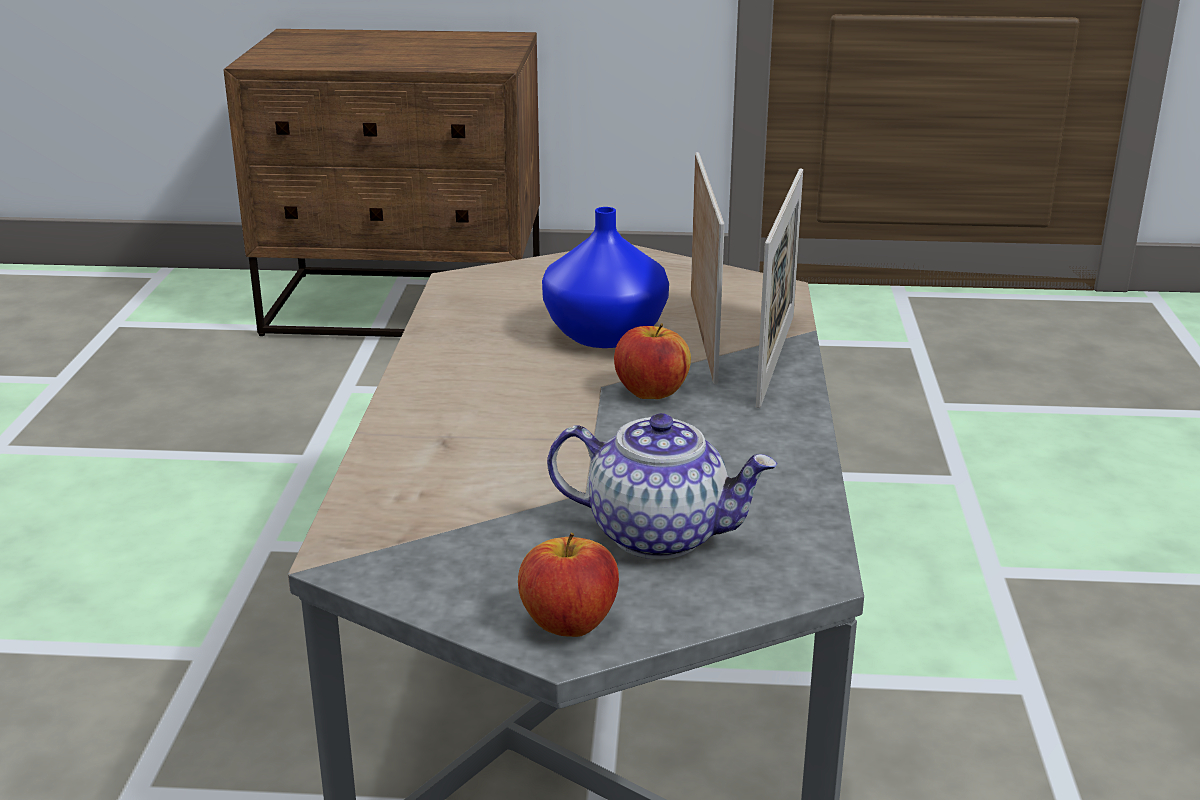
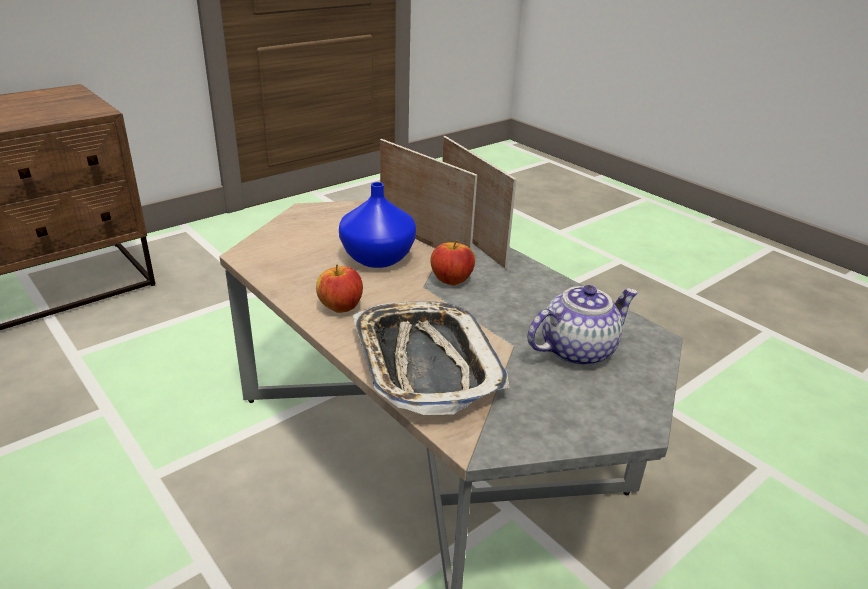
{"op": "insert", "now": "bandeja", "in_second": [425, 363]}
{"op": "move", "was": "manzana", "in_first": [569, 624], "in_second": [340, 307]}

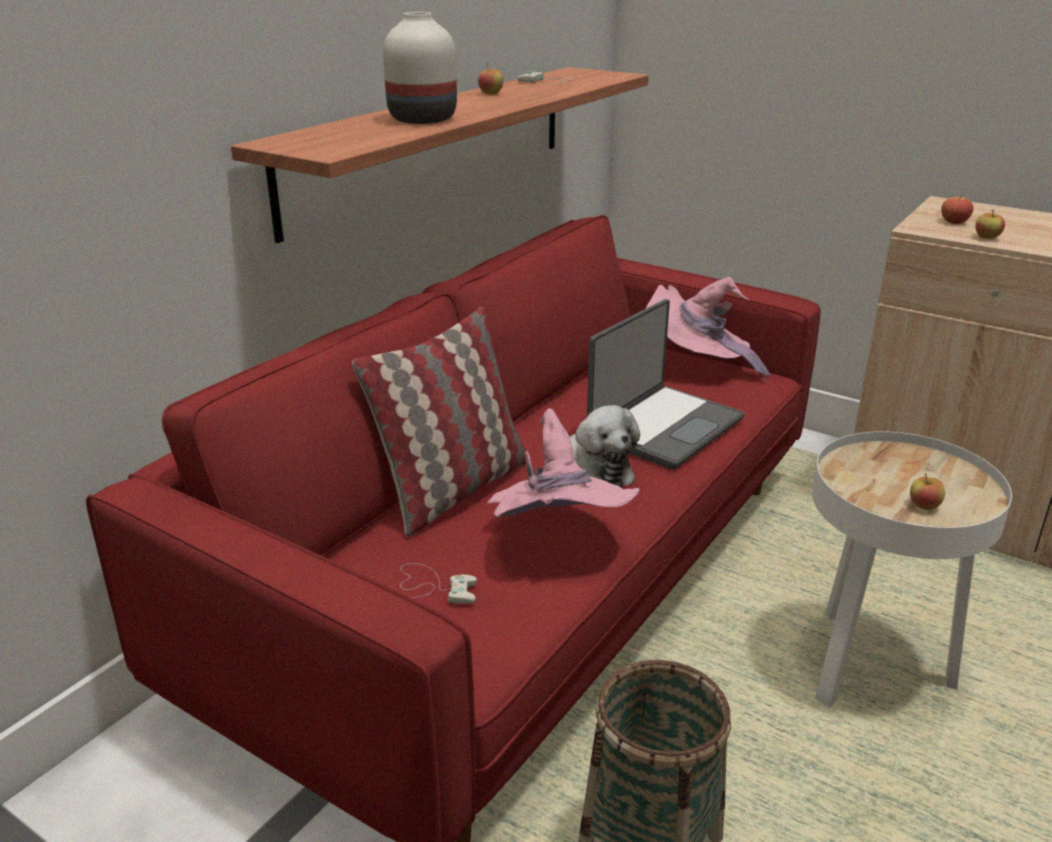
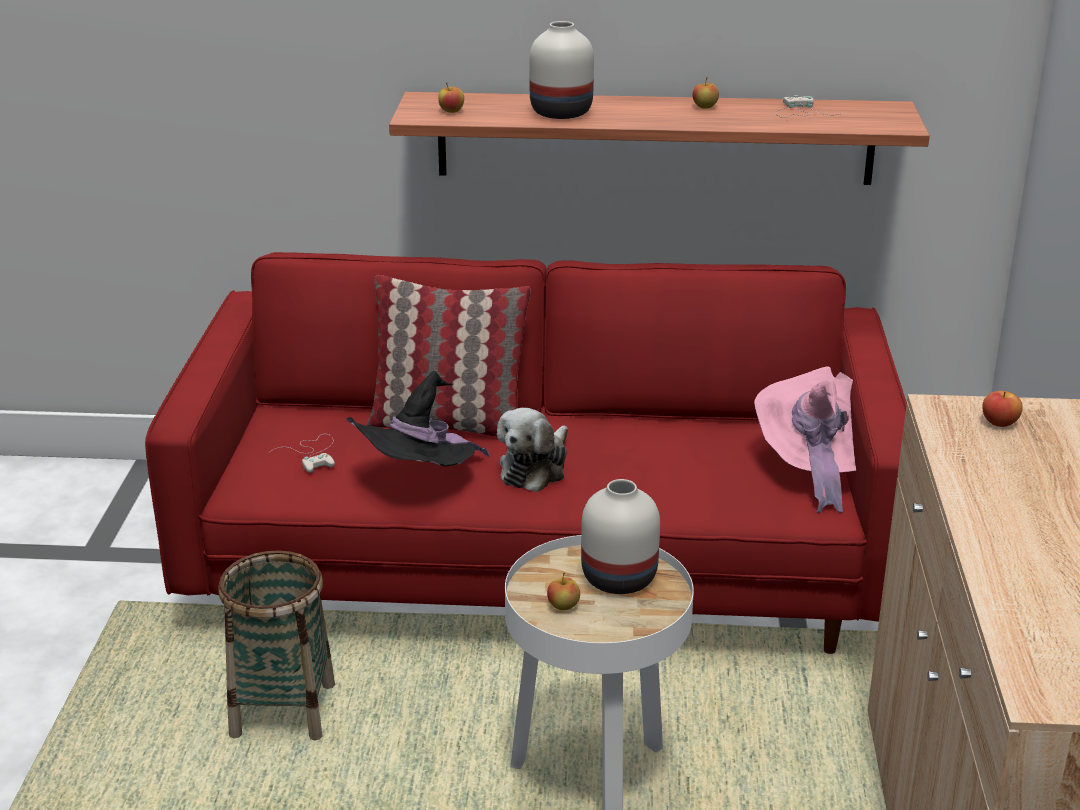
{"op": "delete", "was": "portátil", "in_first": [663, 427]}
{"op": "insert", "now": "florero/blanco", "in_second": [617, 579]}
{"op": "move", "was": "manzana", "in_first": [987, 238], "in_second": [451, 111]}
{"op": "recolor", "was": "sombrero/rosa", "now": "sombrero/negro", "in_first": [557, 538], "in_second": [418, 481]}

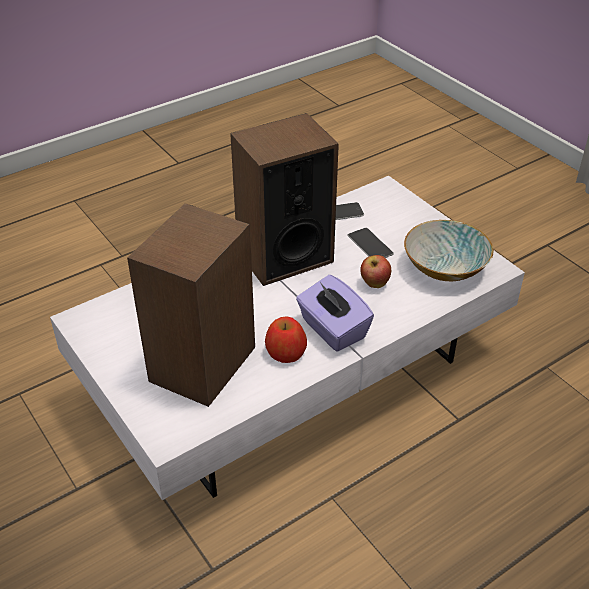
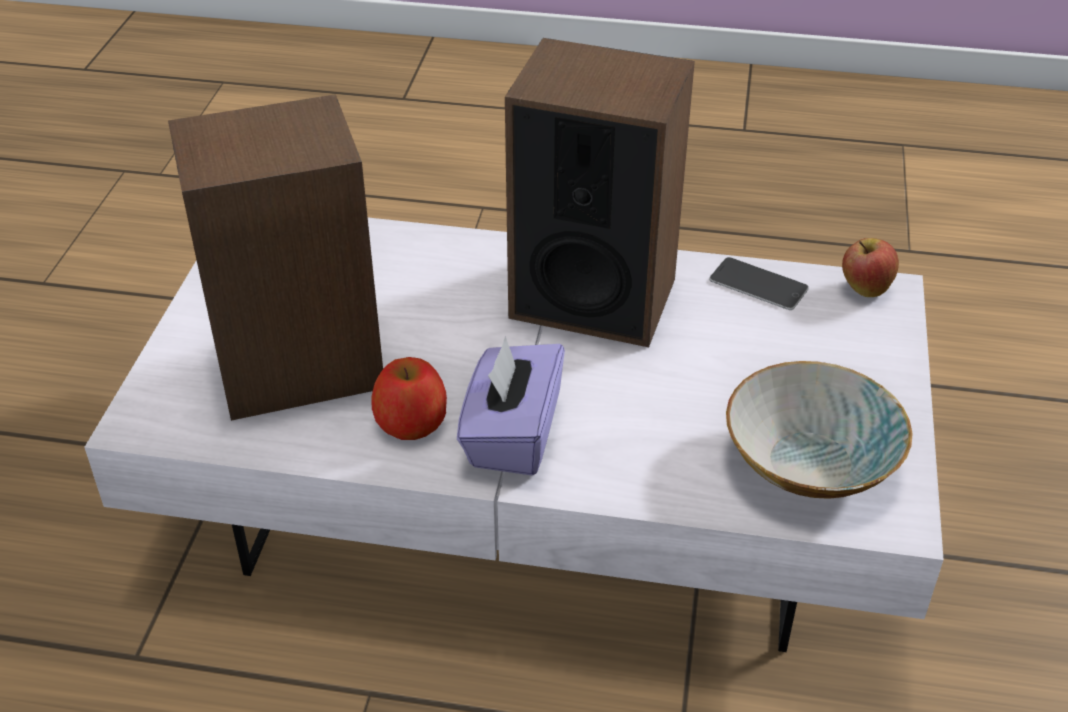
{"op": "delete", "was": "móvil", "in_first": [370, 244]}
{"op": "move", "was": "manzana", "in_first": [374, 284], "in_second": [865, 289]}

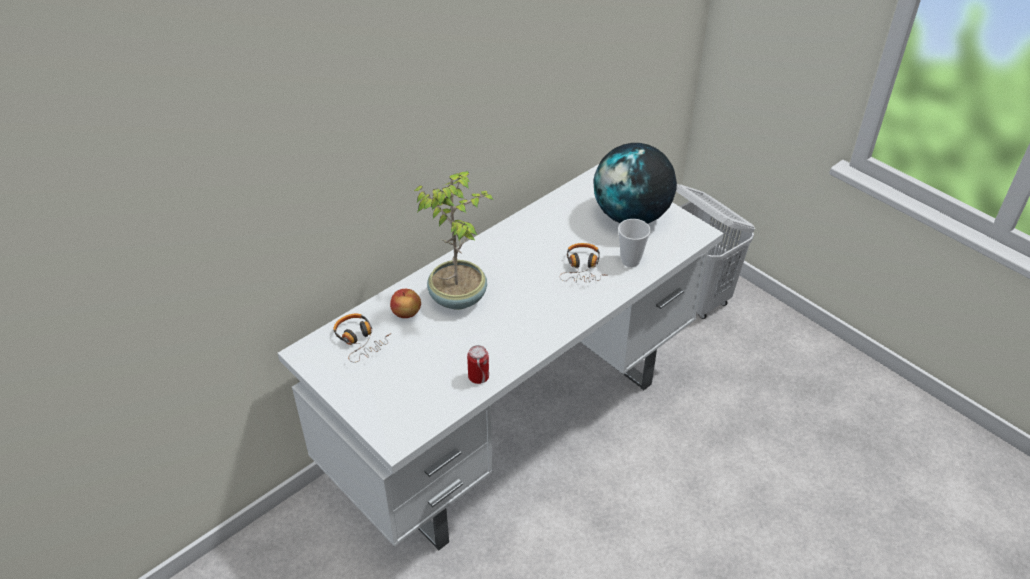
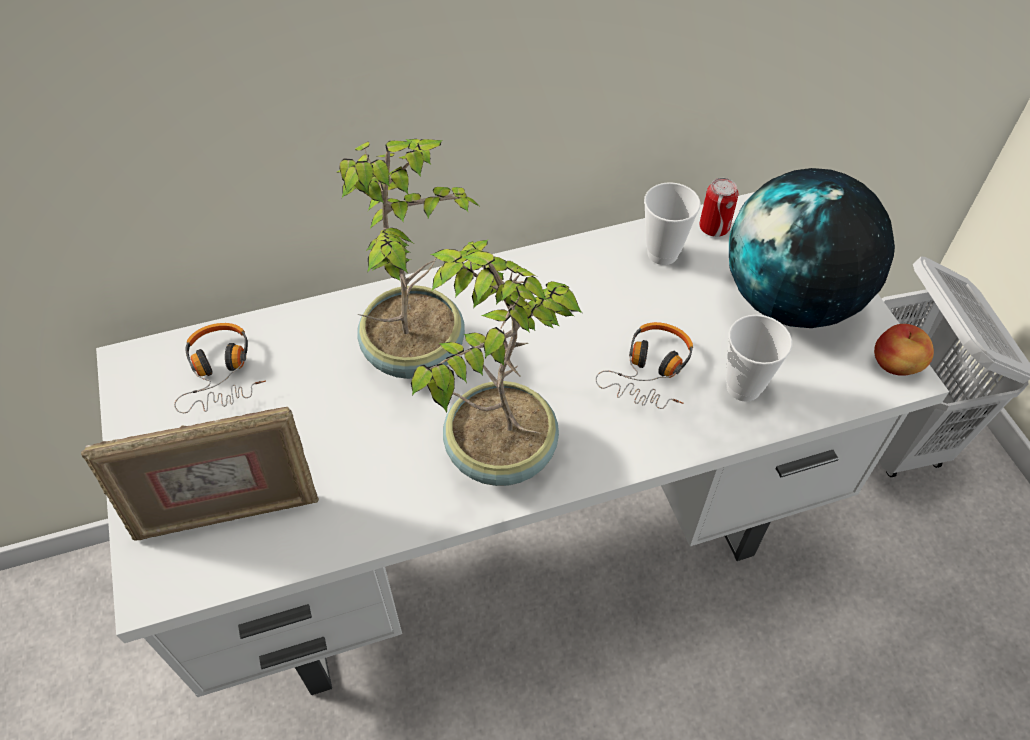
{"op": "insert", "now": "portarretratos", "in_second": [227, 512]}
{"op": "insert", "now": "planta en maceta", "in_second": [498, 451]}
{"op": "insert", "now": "taza", "in_second": [662, 253]}
{"op": "move", "was": "manzana", "in_first": [406, 313], "in_second": [896, 365]}
{"op": "move", "was": "lata", "in_first": [478, 377], "in_second": [714, 228]}

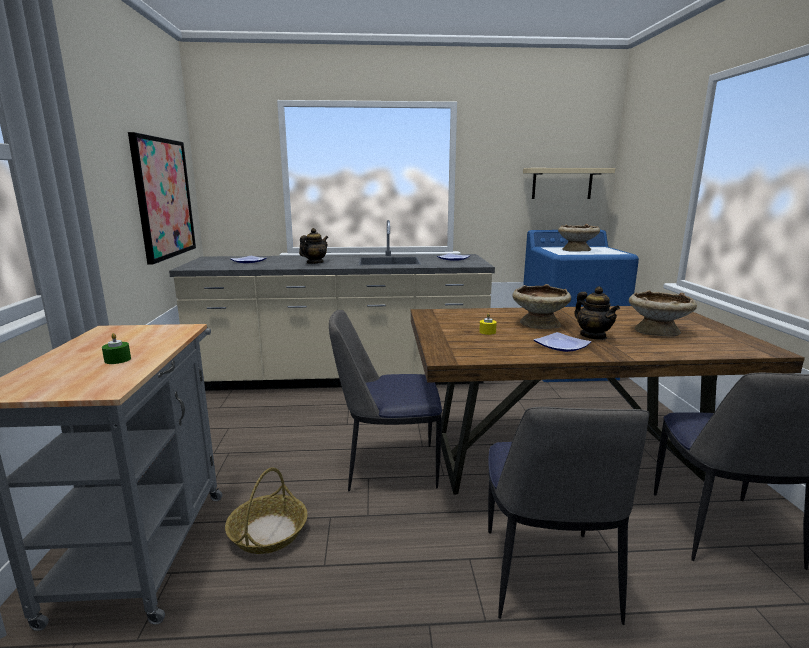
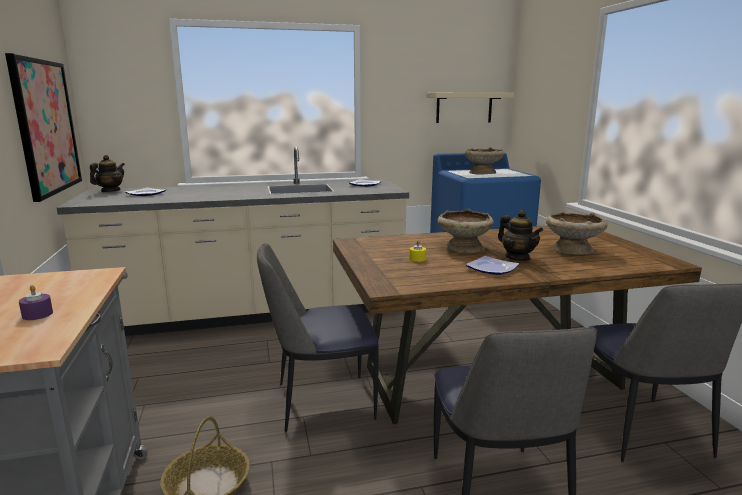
{"op": "move", "was": "tetera", "in_first": [314, 263], "in_second": [110, 191]}
{"op": "recolor", "was": "vela/verde", "now": "vela/morado", "in_first": [117, 360], "in_second": [37, 314]}

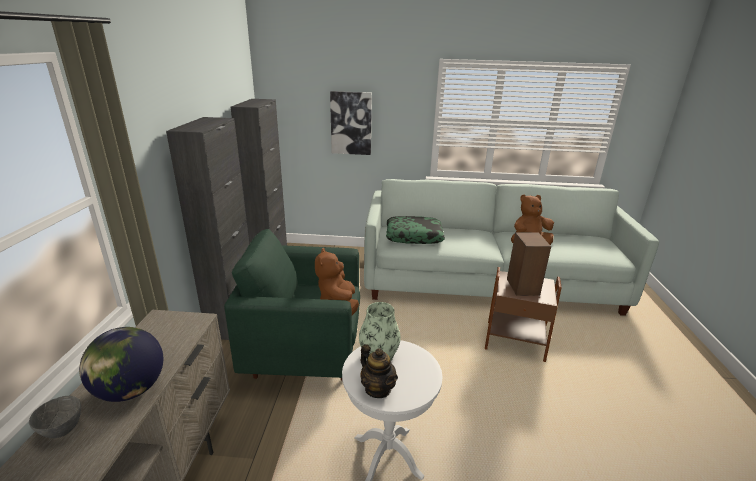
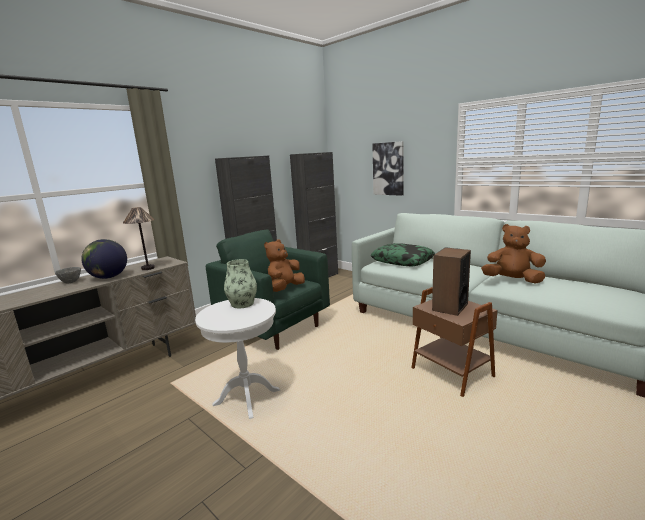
{"op": "delete", "was": "tetera", "in_first": [378, 389]}
{"op": "insert", "now": "lámpara de mesa", "in_second": [148, 268]}

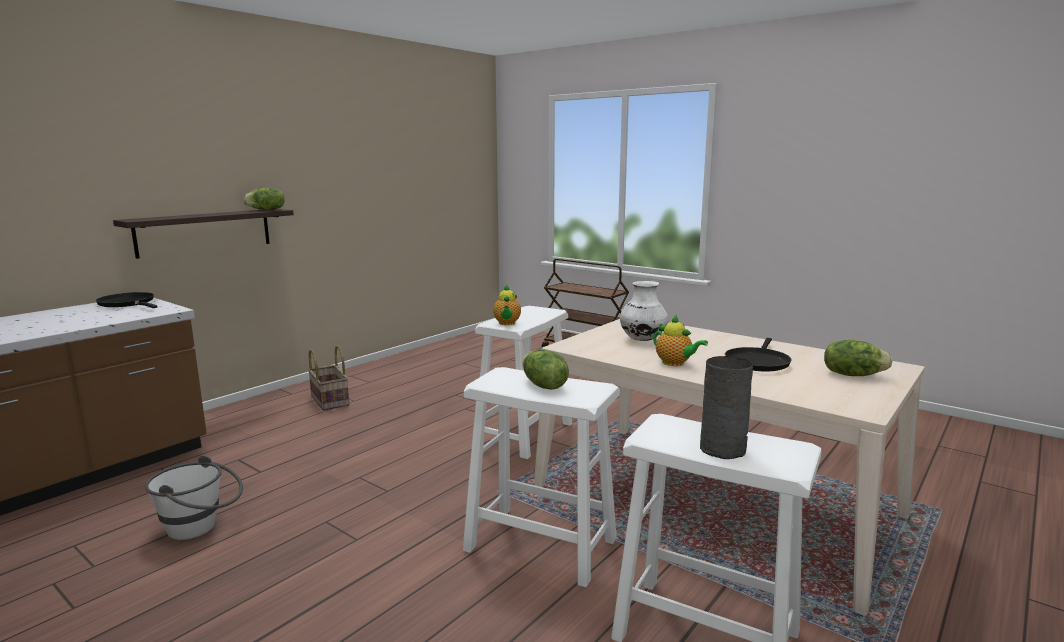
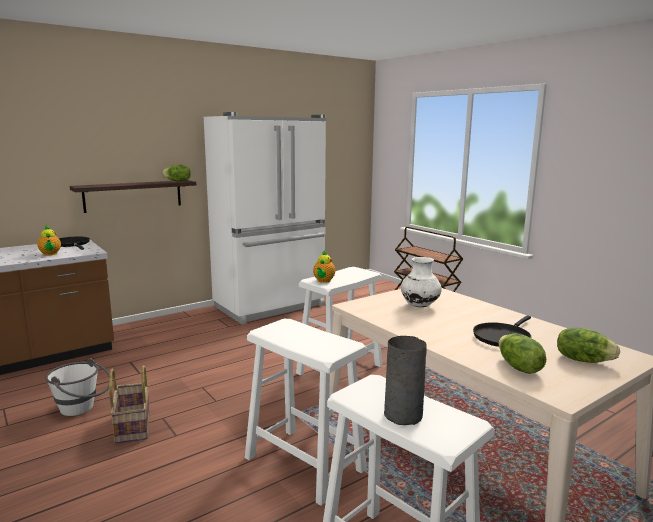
{"op": "insert", "now": "nevera/blanco", "in_second": [271, 306]}
{"op": "move", "was": "cesta", "in_first": [329, 400], "in_second": [132, 426]}
{"op": "move", "was": "lechuga", "in_first": [543, 386], "in_second": [518, 367]}
{"op": "move", "was": "tetera", "in_first": [675, 363], "in_second": [50, 254]}

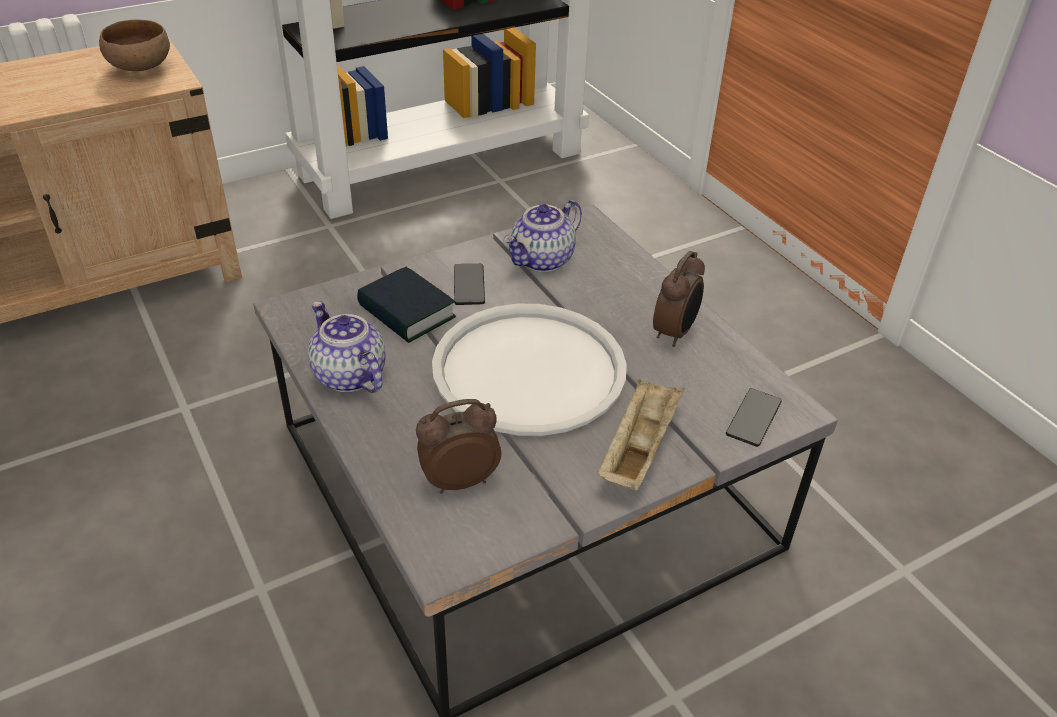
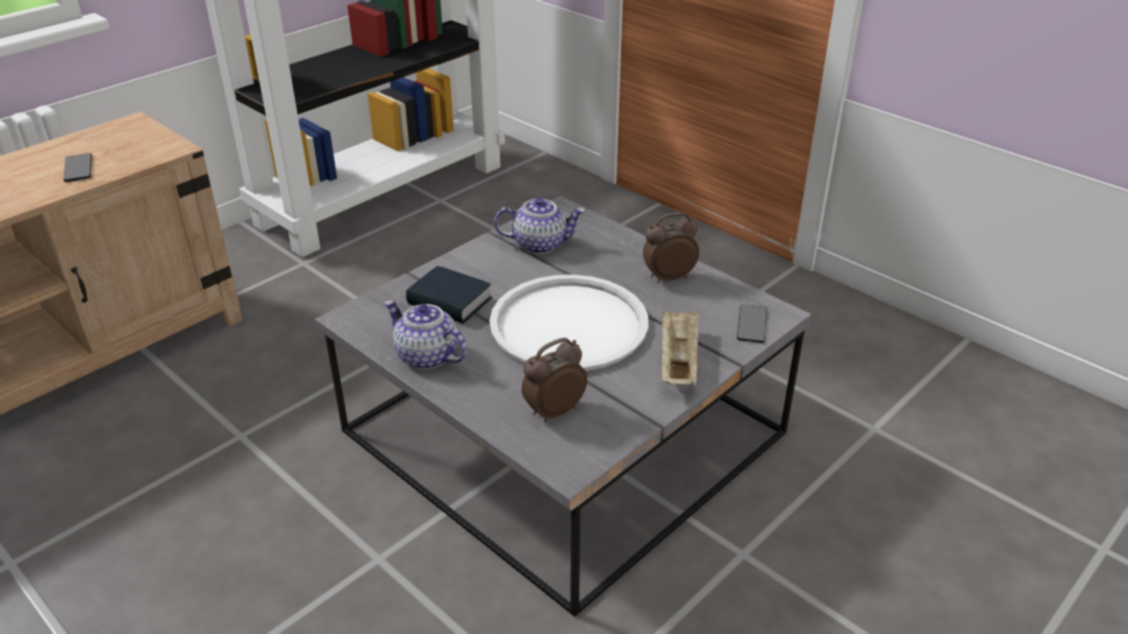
{"op": "delete", "was": "cuenco/marrón", "in_first": [141, 67]}
{"op": "move", "was": "móvil", "in_first": [469, 285], "in_second": [78, 168]}
{"op": "rotate", "was": "tetera", "in_first": [542, 260], "in_second": [540, 244], "clockwise": -120}
{"op": "rotate", "was": "despertador", "in_first": [675, 333], "in_second": [668, 277], "clockwise": -120}

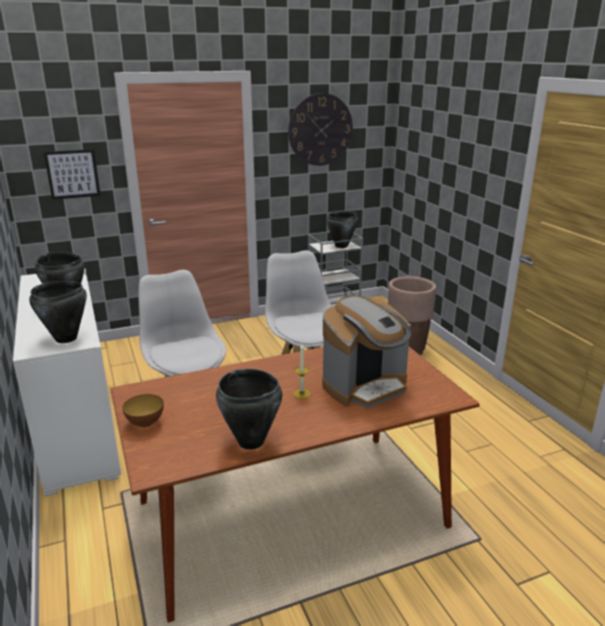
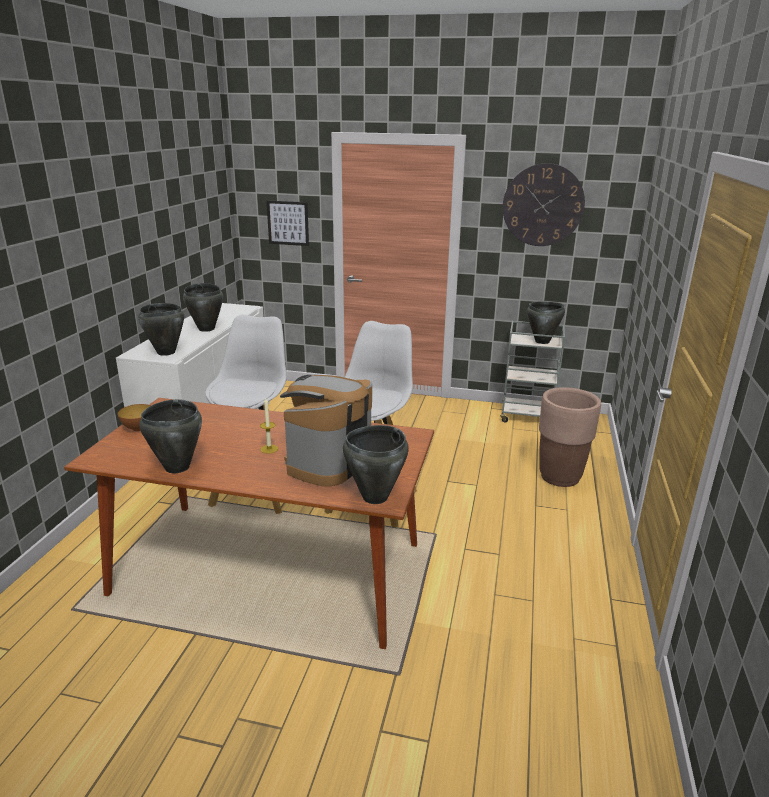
{"op": "insert", "now": "olla/negro", "in_second": [374, 497]}
{"op": "rotate", "was": "cafetera", "in_first": [365, 386], "in_second": [327, 463], "clockwise": 120}

